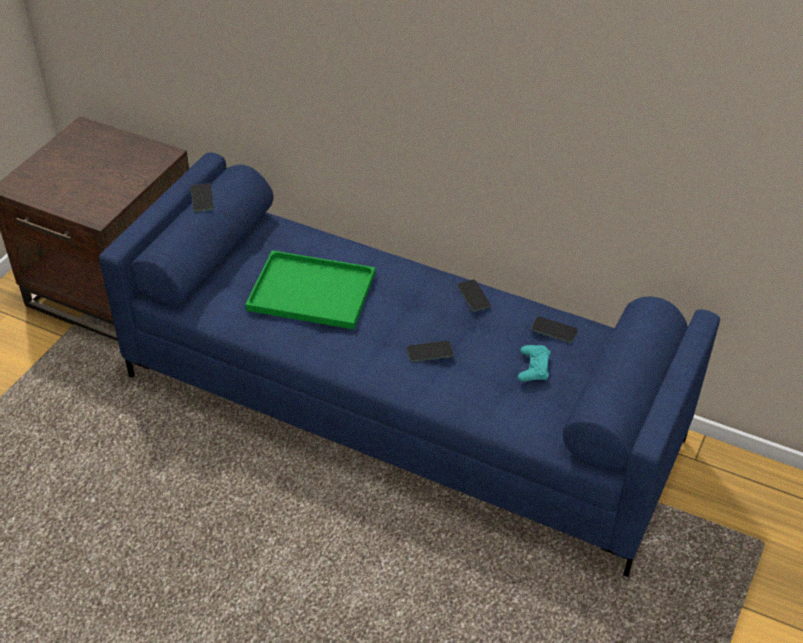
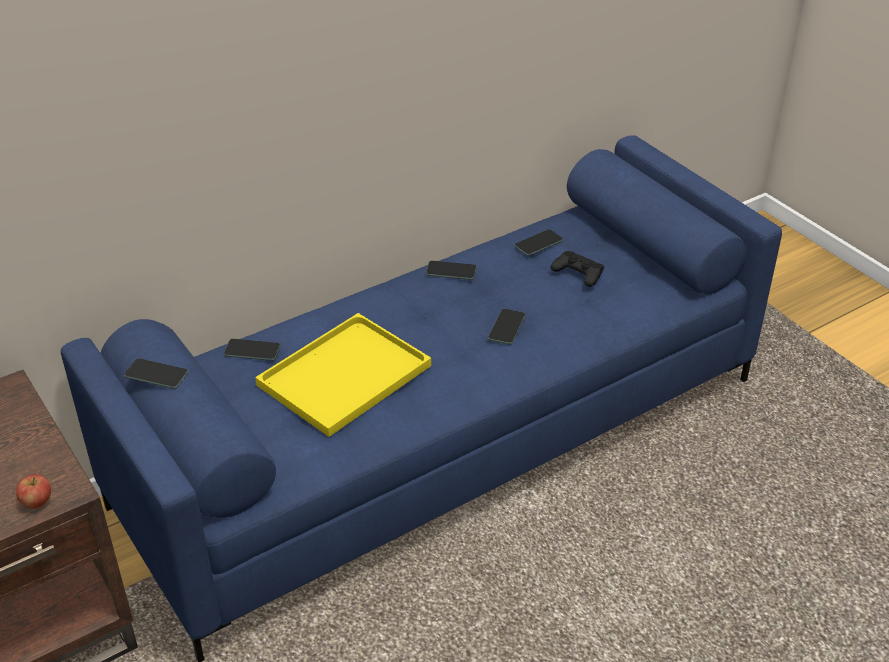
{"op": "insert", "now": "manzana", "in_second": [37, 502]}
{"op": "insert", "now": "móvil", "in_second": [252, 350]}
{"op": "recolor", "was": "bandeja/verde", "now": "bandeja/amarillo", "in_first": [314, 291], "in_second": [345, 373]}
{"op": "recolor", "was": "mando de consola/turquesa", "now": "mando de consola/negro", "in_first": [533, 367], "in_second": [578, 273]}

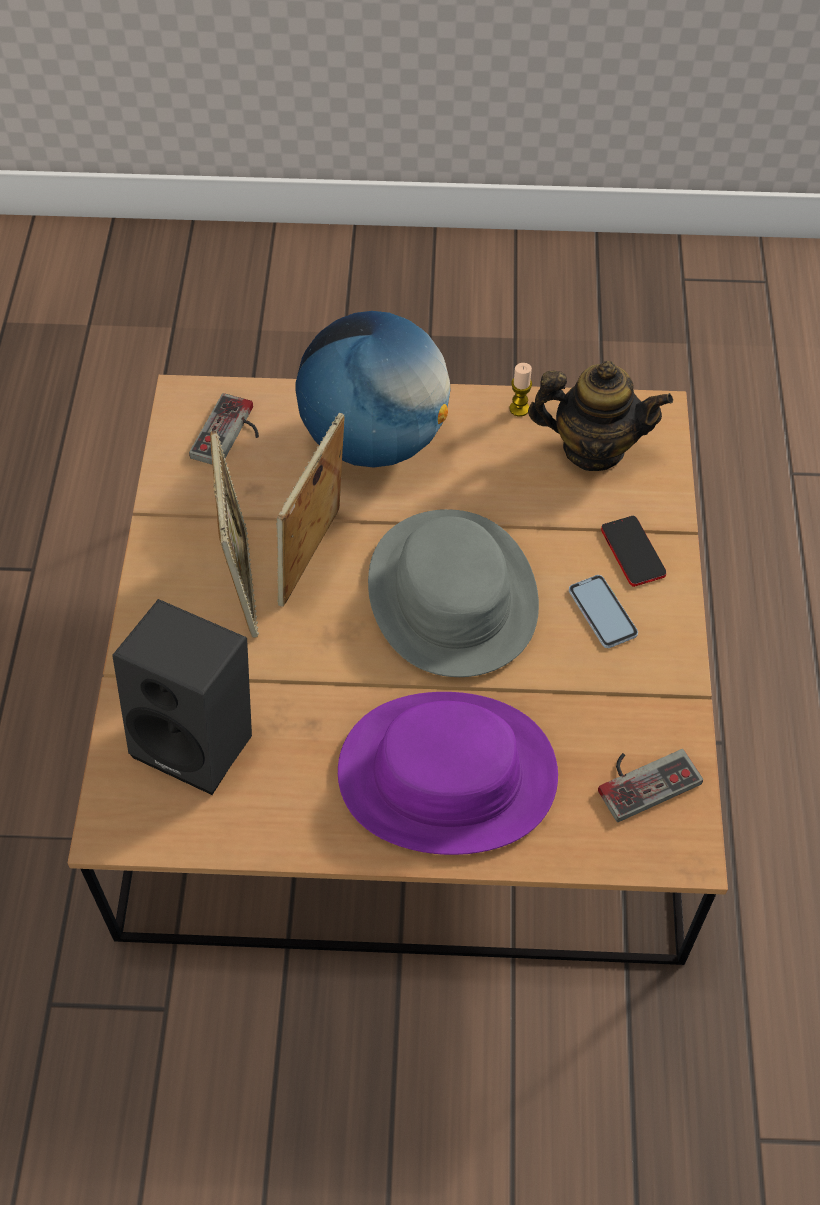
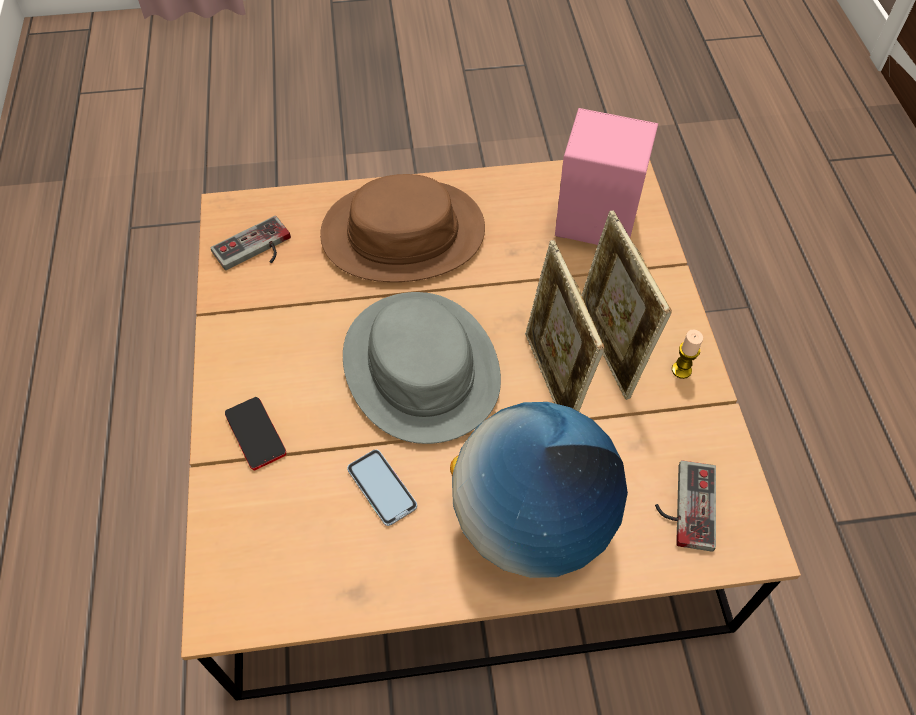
{"op": "delete", "was": "tetera", "in_first": [593, 448]}
{"op": "move", "was": "vela", "in_first": [519, 409], "in_second": [681, 370]}
{"op": "move", "was": "móvil", "in_first": [602, 612], "in_second": [382, 487]}
{"op": "recolor", "was": "altavoz/negro", "now": "altavoz/rosa", "in_first": [201, 739], "in_second": [591, 230]}
{"op": "recolor", "was": "sombrero/morado", "now": "sombrero/marrón", "in_first": [447, 775], "in_second": [403, 232]}
{"op": "rotate", "was": "portarretratos", "in_first": [314, 559], "in_second": [553, 381], "clockwise": 150}

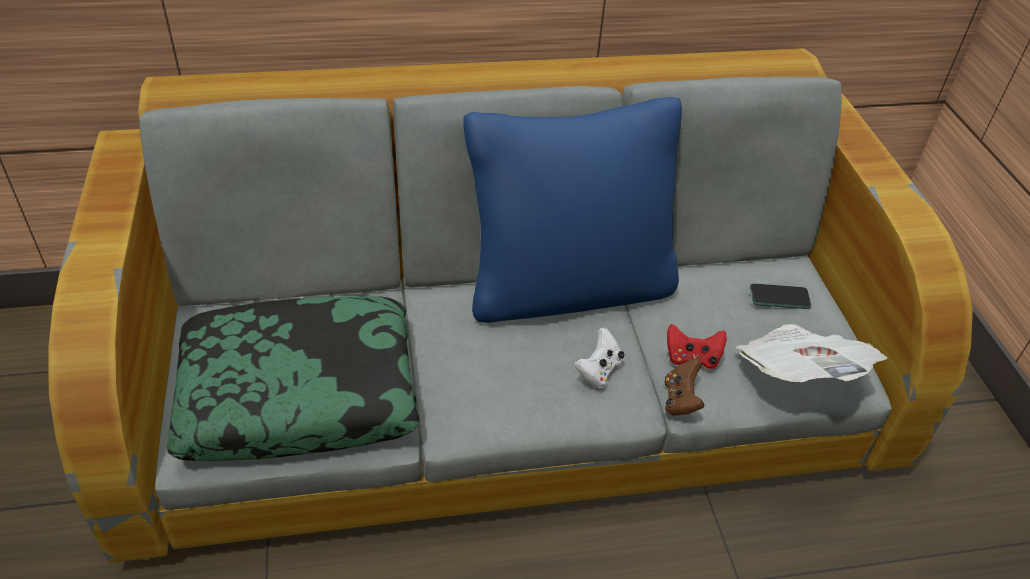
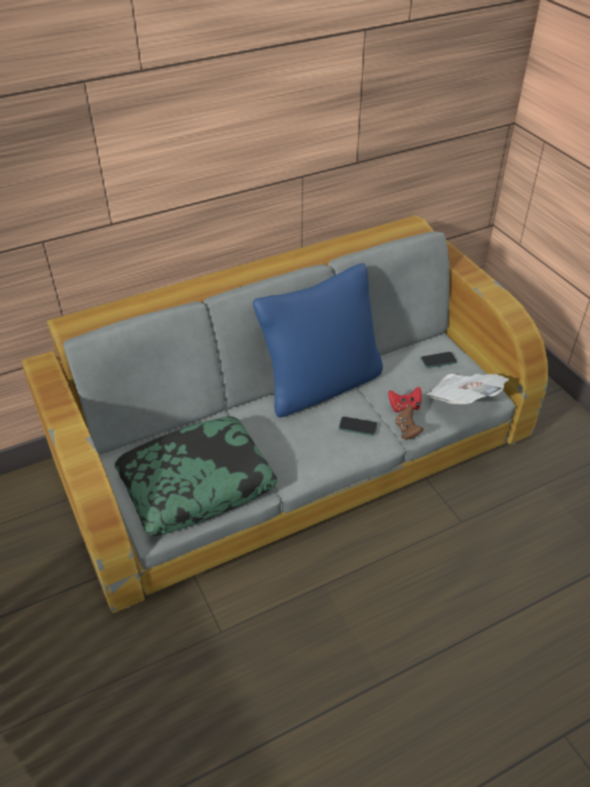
{"op": "replace", "was": "mando de consola/blanco", "now": "móvil", "in_first": [598, 371], "in_second": [357, 427]}

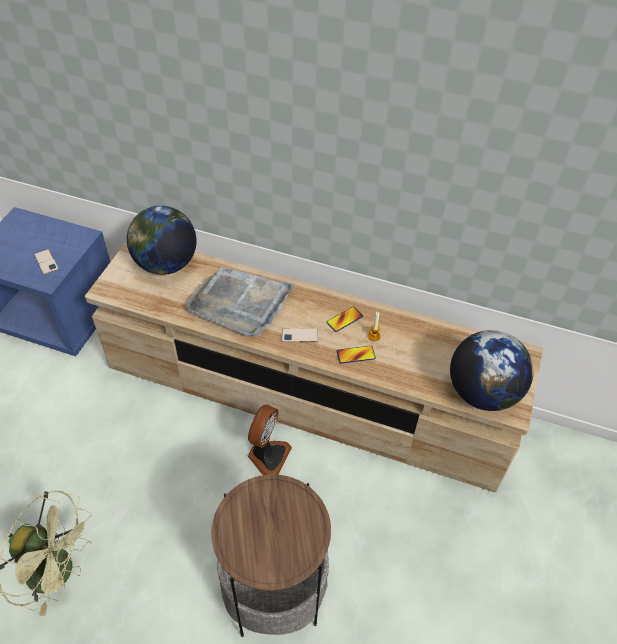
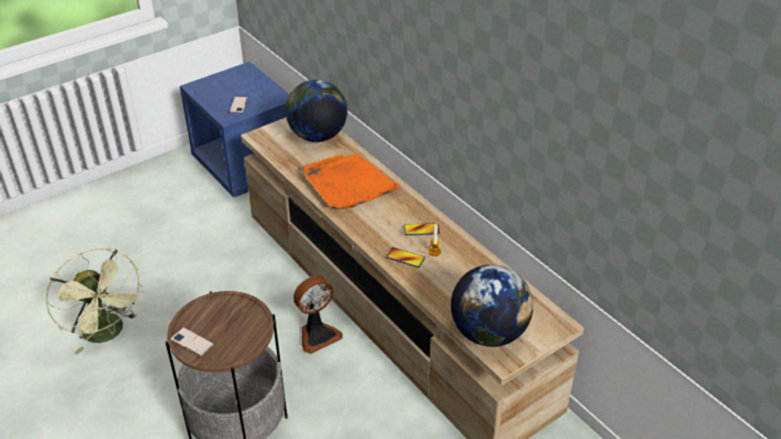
{"op": "move", "was": "móvil", "in_first": [300, 335], "in_second": [191, 342]}
{"op": "recolor", "was": "bandeja/gris", "now": "bandeja/naranja", "in_first": [240, 303], "in_second": [348, 184]}

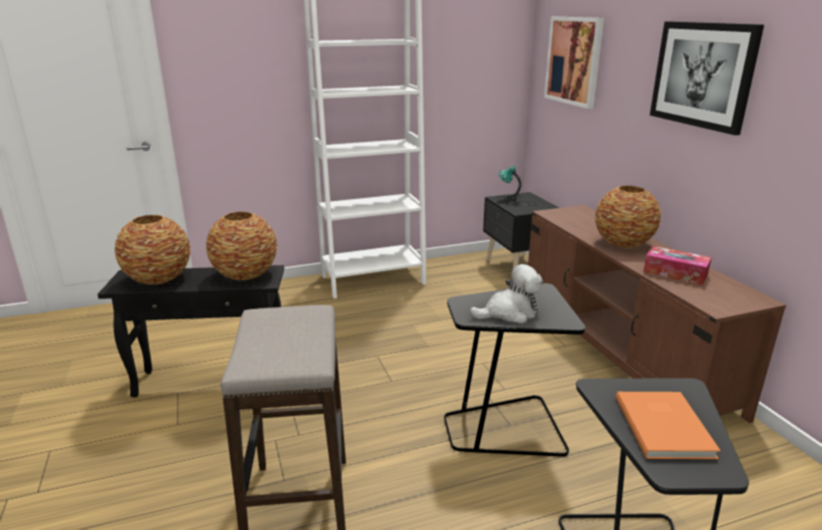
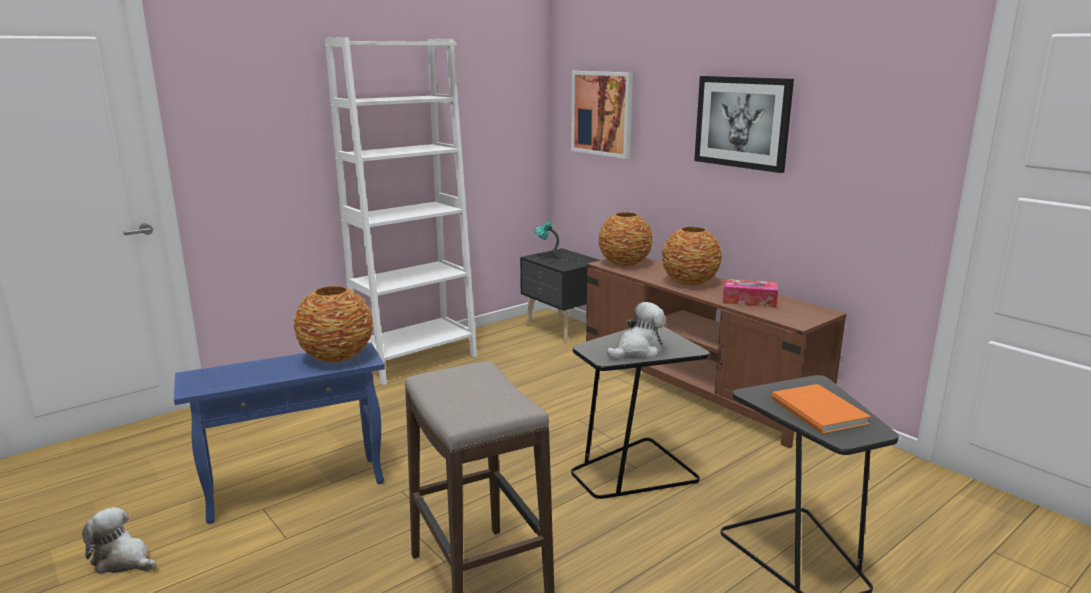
{"op": "insert", "now": "peluche", "in_second": [123, 560]}
{"op": "move", "was": "florero", "in_first": [159, 279], "in_second": [624, 263]}
{"op": "recolor", "was": "mesa auxiliar/negro", "now": "mesa auxiliar/azul", "in_first": [211, 380], "in_second": [296, 489]}

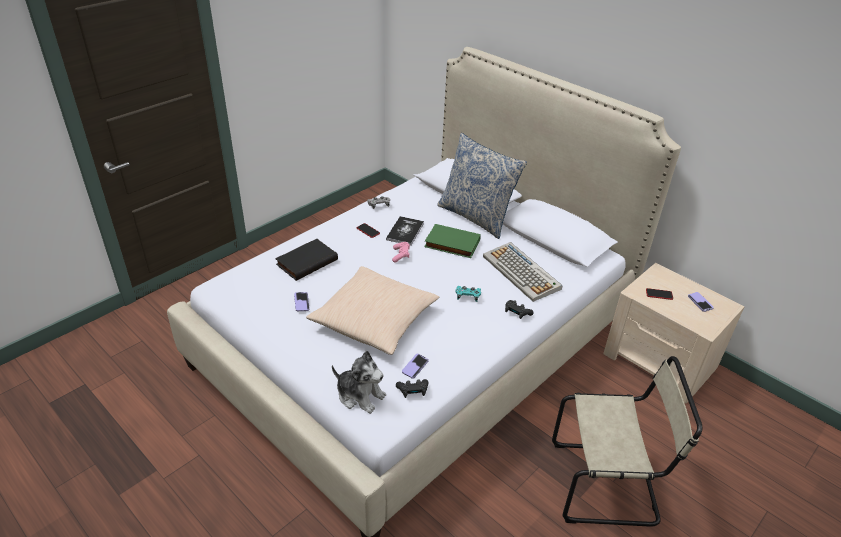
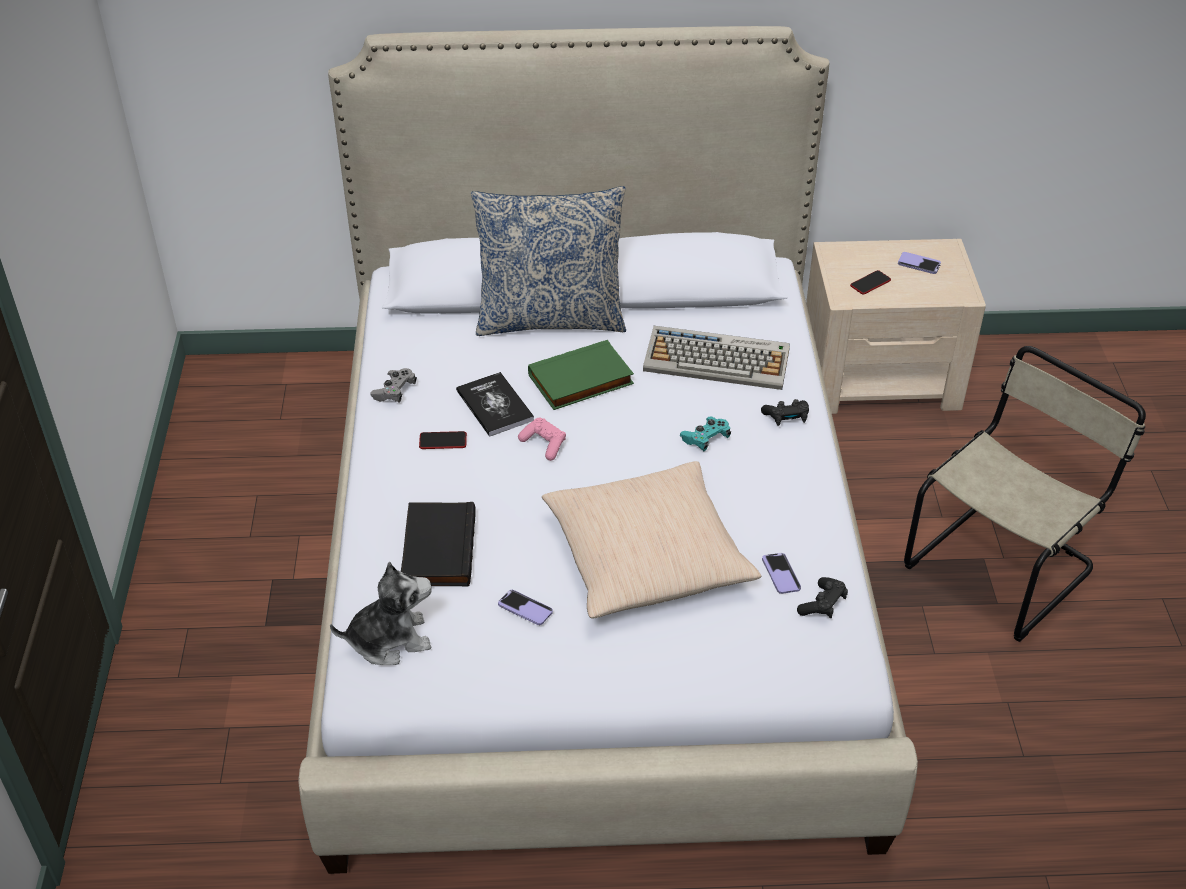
{"op": "move", "was": "peluche", "in_first": [360, 395], "in_second": [389, 640]}

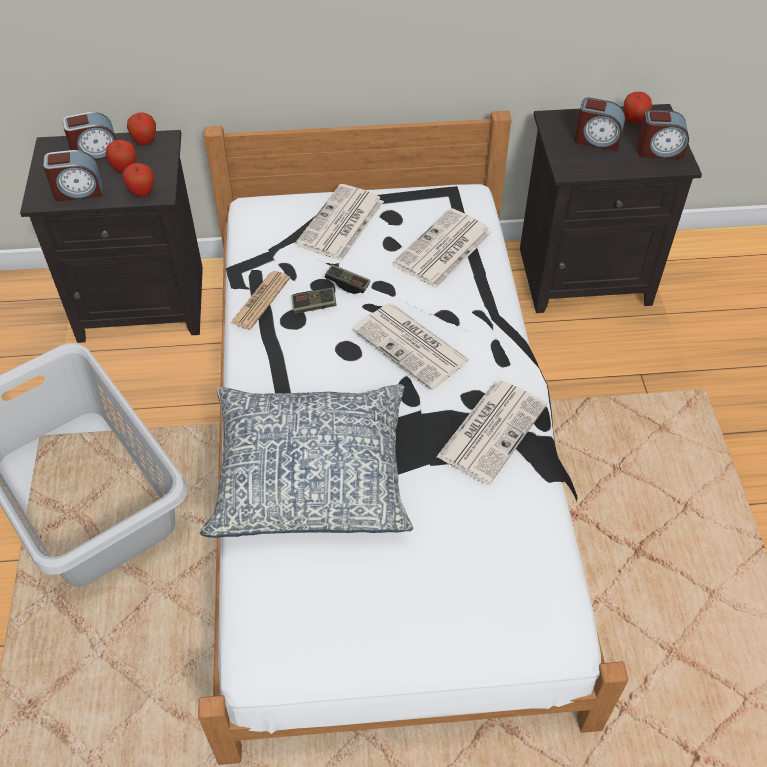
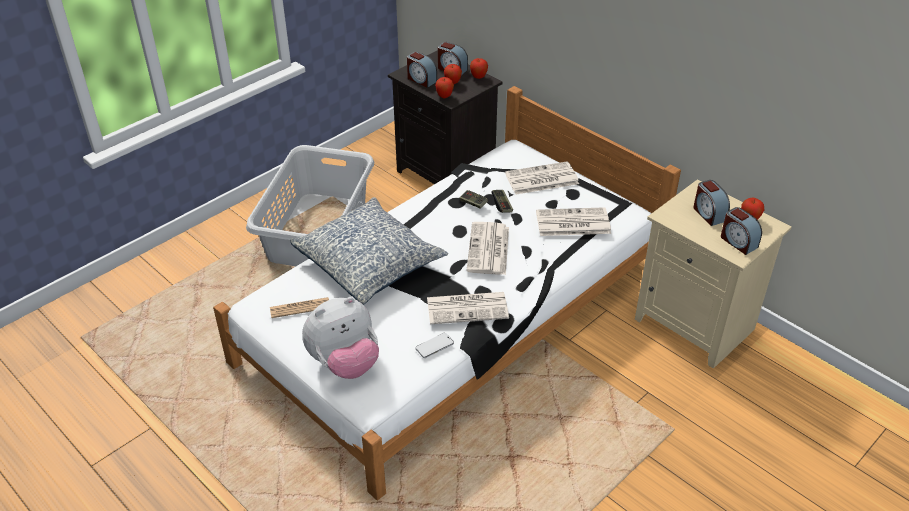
{"op": "insert", "now": "peluche", "in_second": [344, 363]}
{"op": "insert", "now": "móvil", "in_second": [434, 346]}
{"op": "move", "was": "periódico", "in_first": [260, 301], "in_second": [300, 308]}
{"op": "recolor", "was": "mesita de noche/negro", "now": "mesita de noche/beis", "in_first": [585, 274], "in_second": [696, 324]}

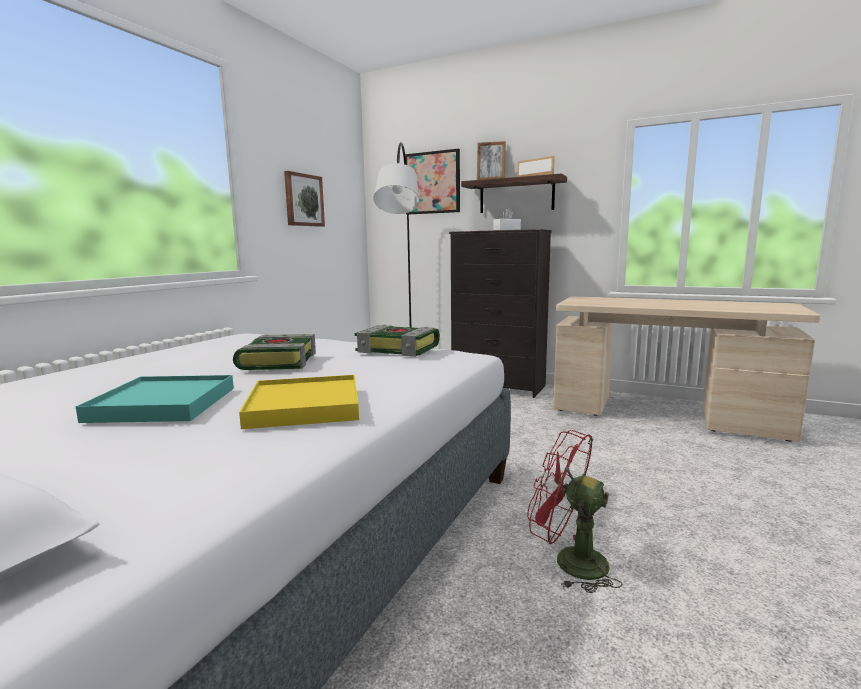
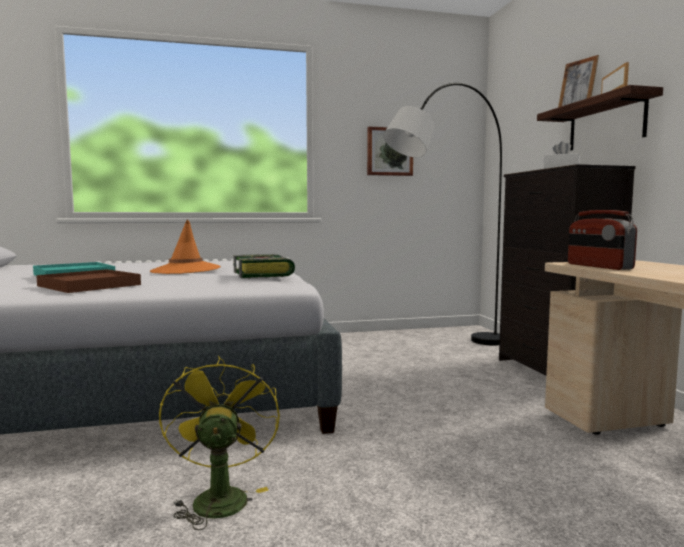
{"op": "delete", "was": "cuadro", "in_first": [432, 183]}
{"op": "insert", "now": "radio", "in_second": [598, 266]}
{"op": "replace", "was": "libro", "now": "sombrero/naranja", "in_first": [277, 362], "in_second": [186, 270]}
{"op": "recolor", "was": "bandeja/amarillo", "now": "bandeja/marrón", "in_first": [305, 406], "in_second": [89, 285]}
{"op": "recolor", "was": "ventilador/rojo", "now": "ventilador/amarillo", "in_first": [569, 561], "in_second": [219, 497]}

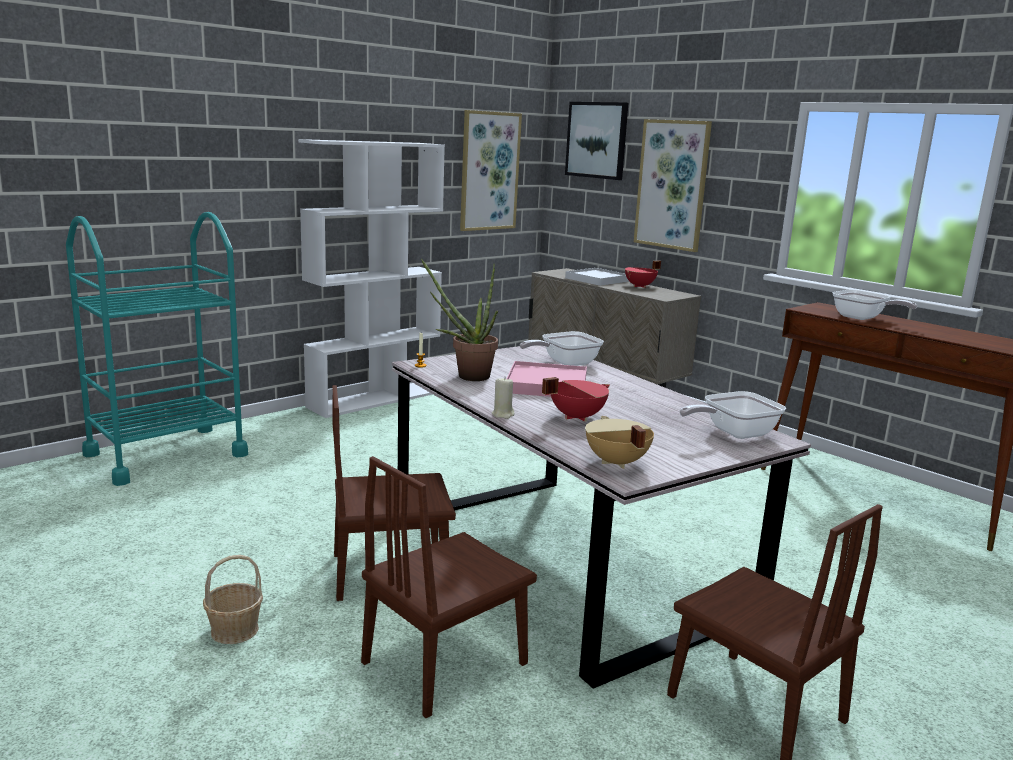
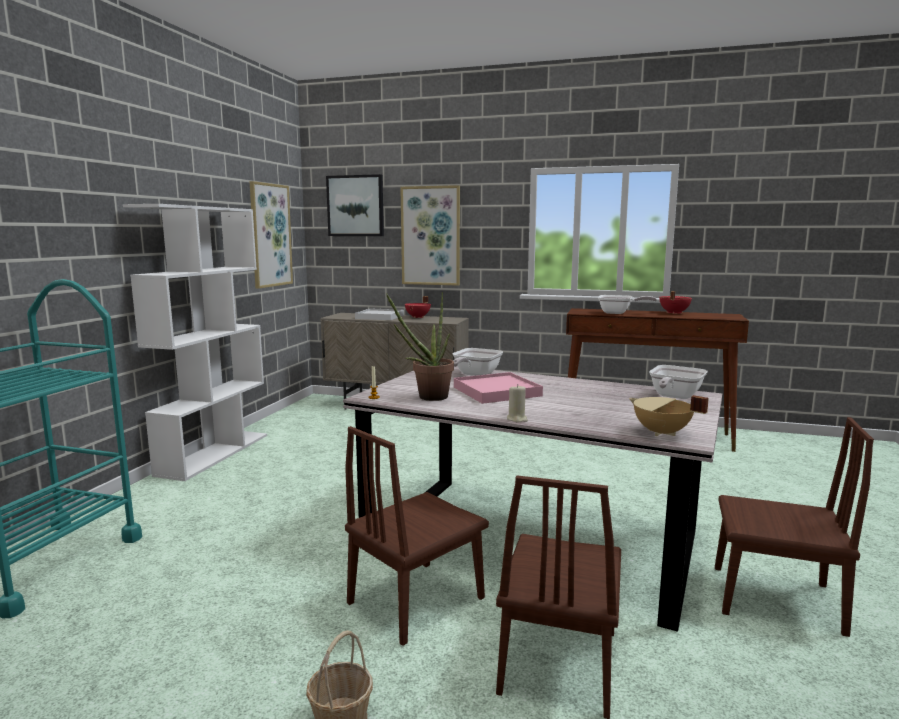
{"op": "move", "was": "olla/rojo", "in_first": [576, 417], "in_second": [673, 313]}

